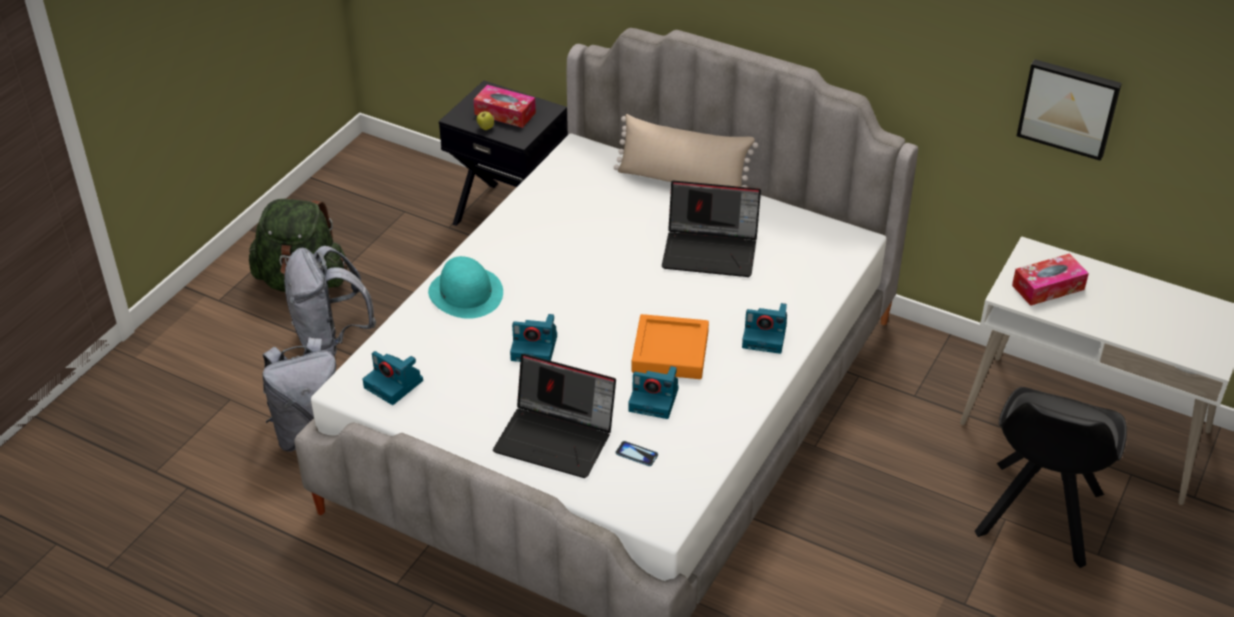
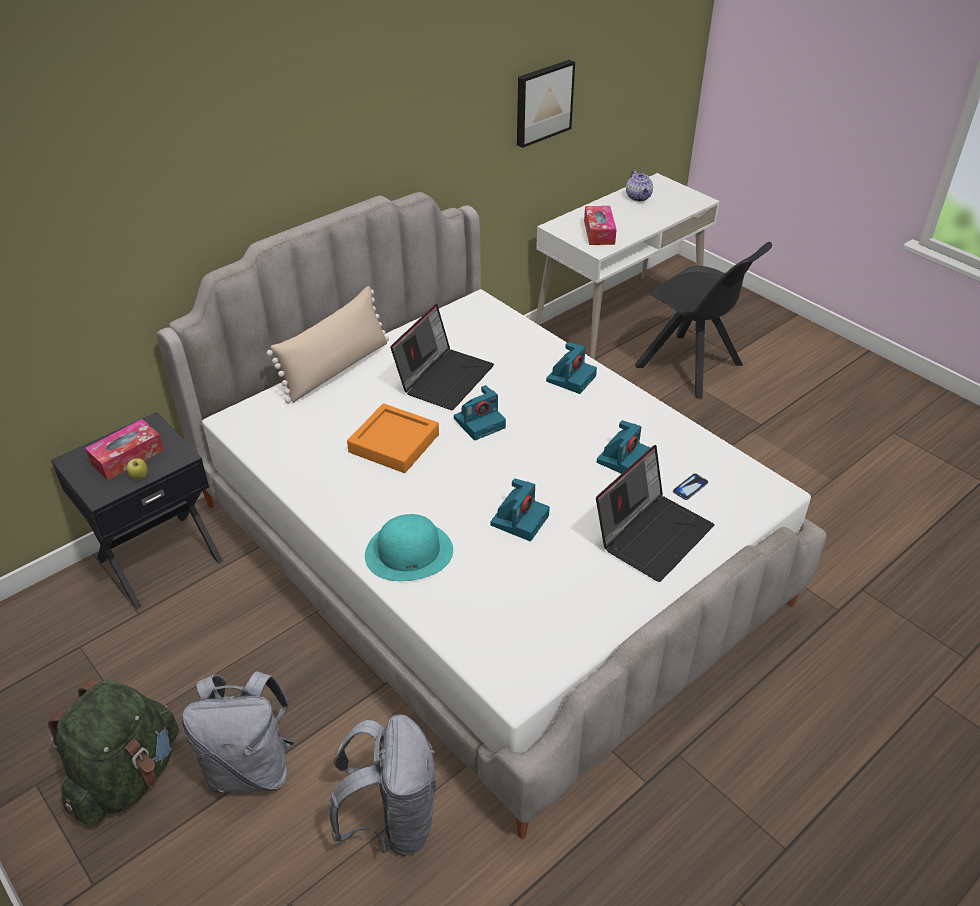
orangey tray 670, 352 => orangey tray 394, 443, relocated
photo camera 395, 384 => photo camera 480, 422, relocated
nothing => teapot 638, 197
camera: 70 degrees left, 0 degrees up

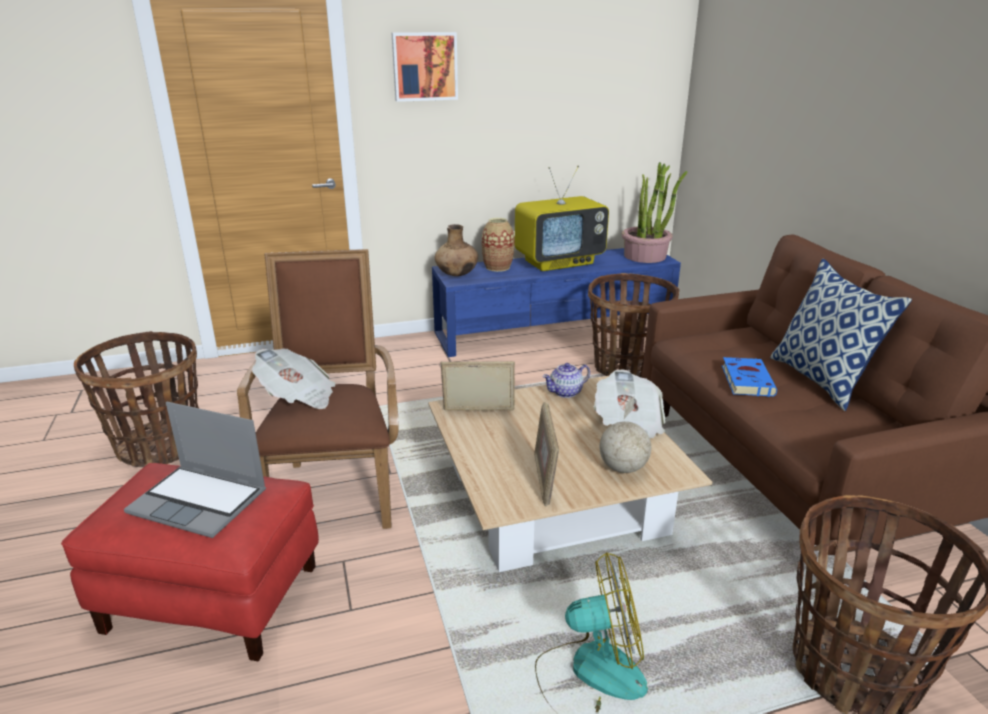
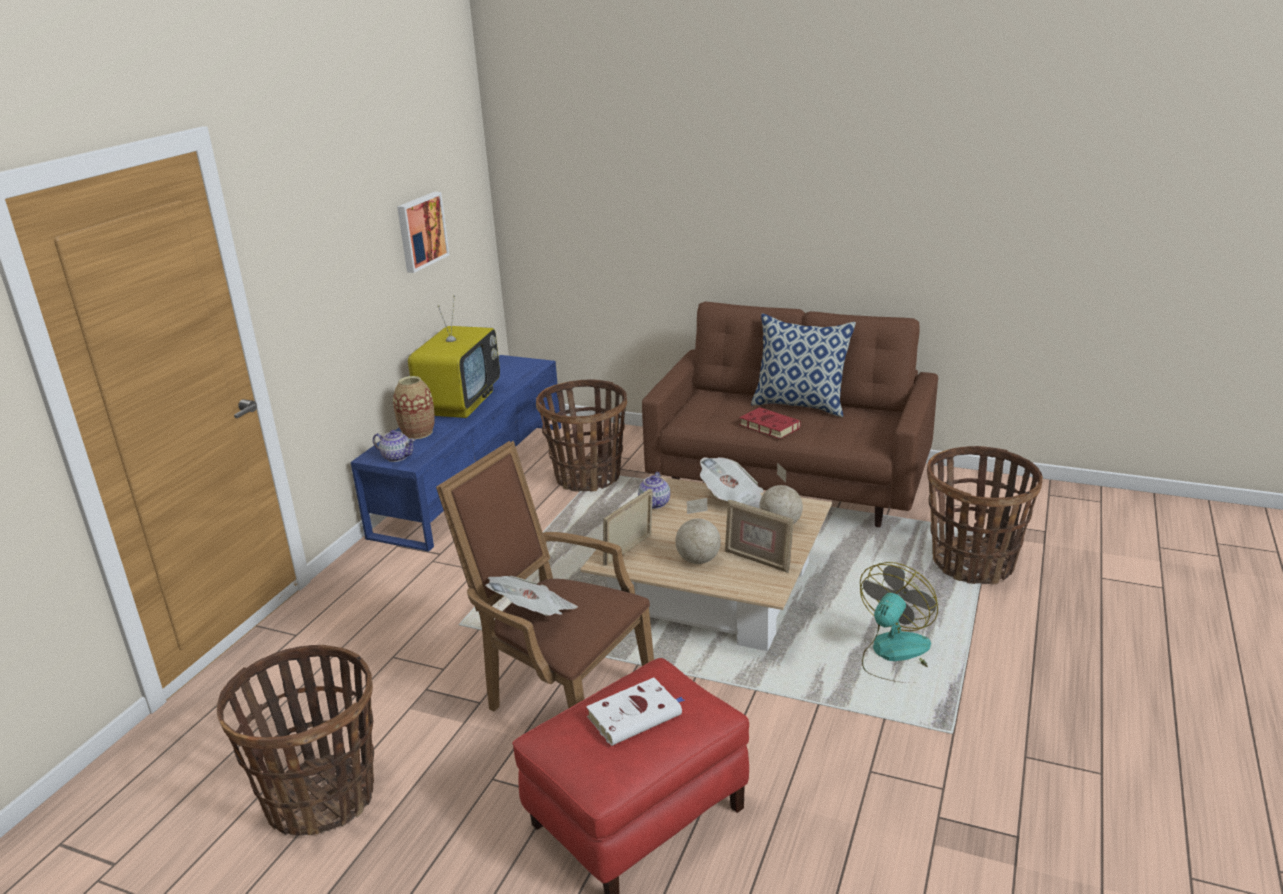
brown flower vase 457, 274 => teapot 396, 457
wall picture 424, 66 => wall picture 420, 231, relocated
laptop 201, 502 => whitish bound book 636, 715
nothing => world globe 699, 560
blue bound book 746, 380 => red-coloured bound book 768, 426
potted plant 645, 256 => nothing
camera: 50 degrees left, 0 degrees up

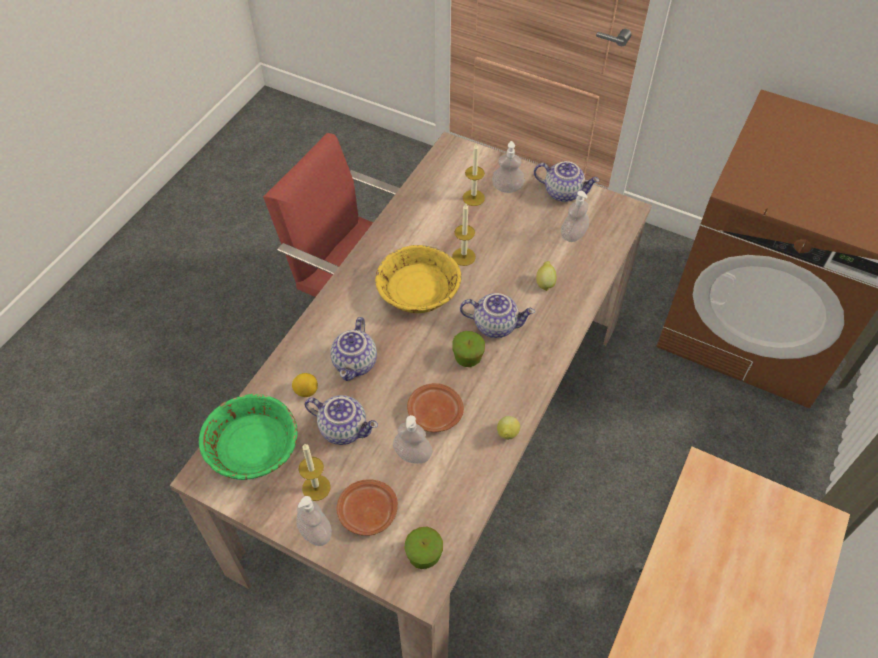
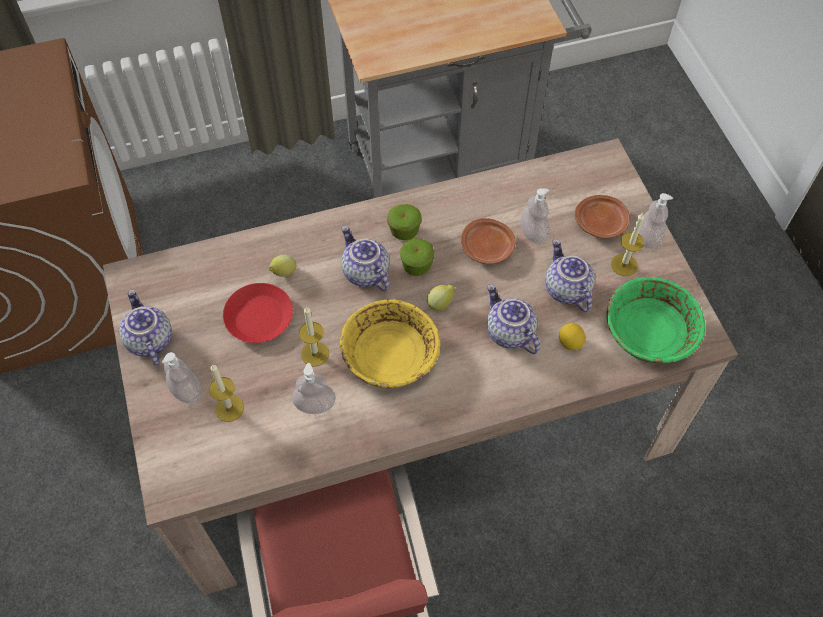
nothing => red-coloured flat dish 259, 316
liquid soap bottle 573, 235 => liquid soap bottle 315, 405, relocated
whole apple 424, 555 => whole apple 404, 231, relocated
citrus fruit 507, 435 => citrus fruit 440, 303, relocated
teapot 356, 364 => teapot 508, 333, 90 degrees counterclockwise
camera: 135 degrees left, 5 degrees up

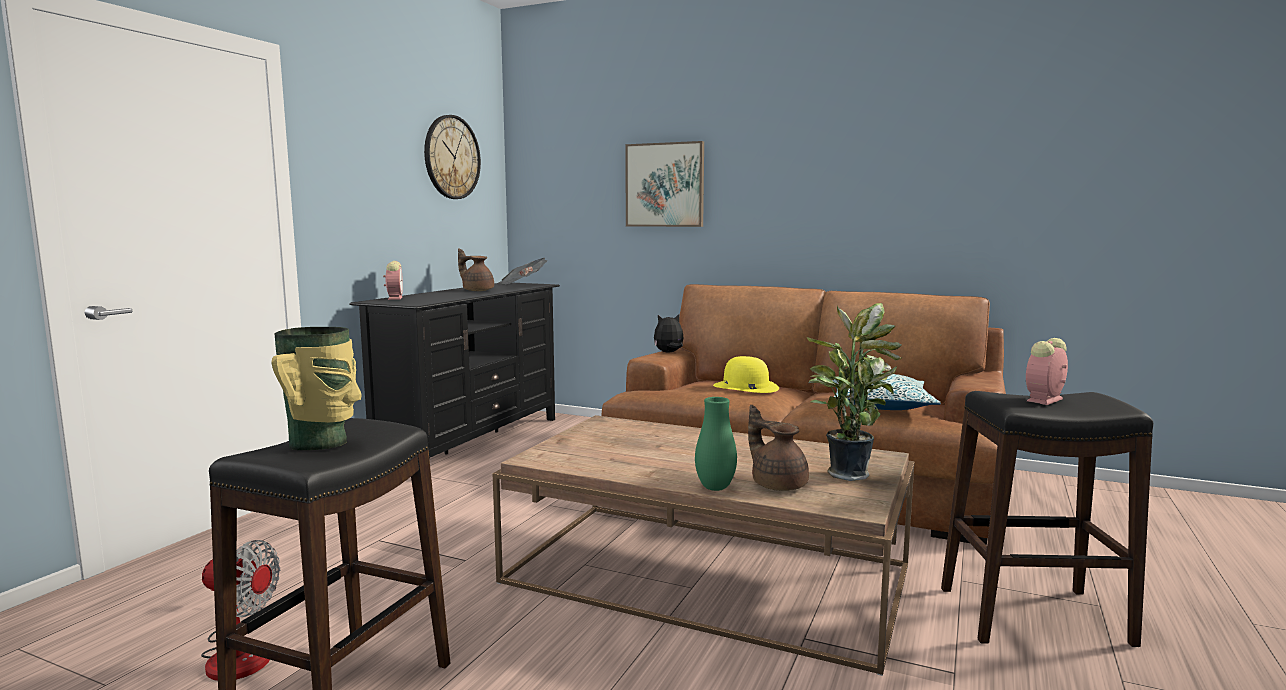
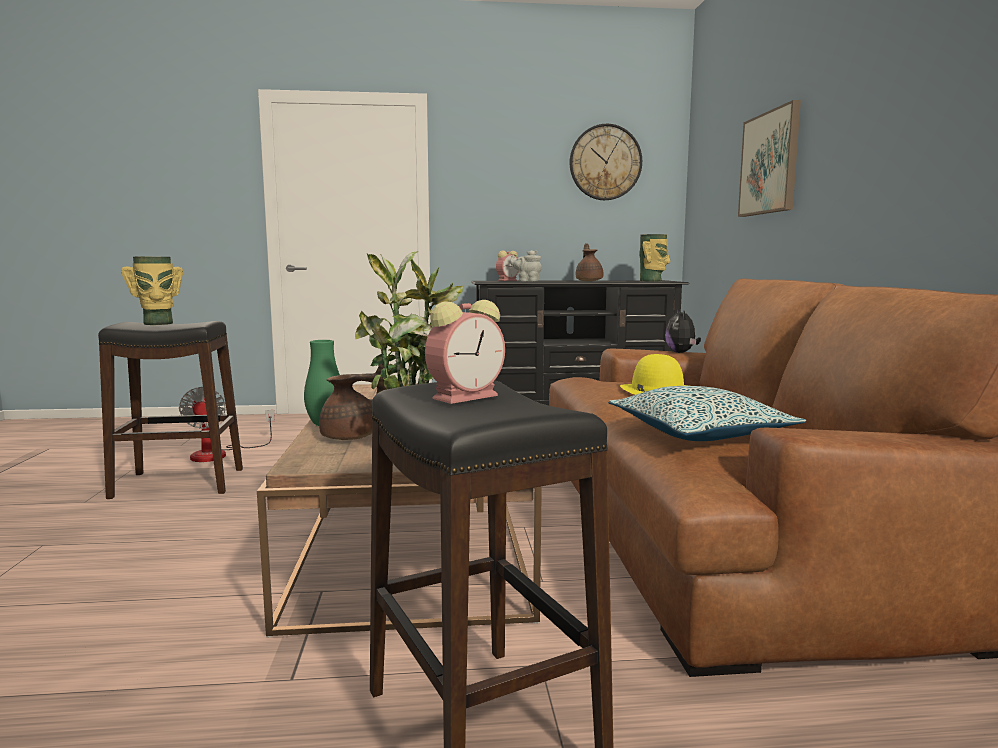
brown teapot 777, 484 => brown teapot 353, 437, 45 degrees clockwise
bedside clock 1044, 400 => bedside clock 467, 396, 120 degrees clockwise
nothing => gray teapot 527, 281
printed paper 522, 285 => flower vase 652, 281
plush toy 669, 352 => plush toy 681, 353, 135 degrees counterclockwise
camera: 60 degrees right, 0 degrees up

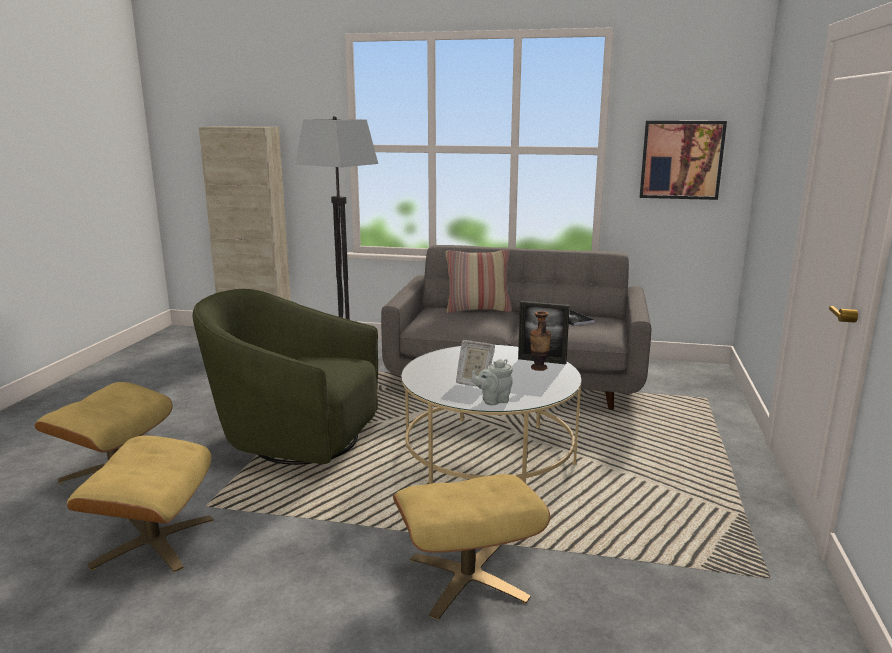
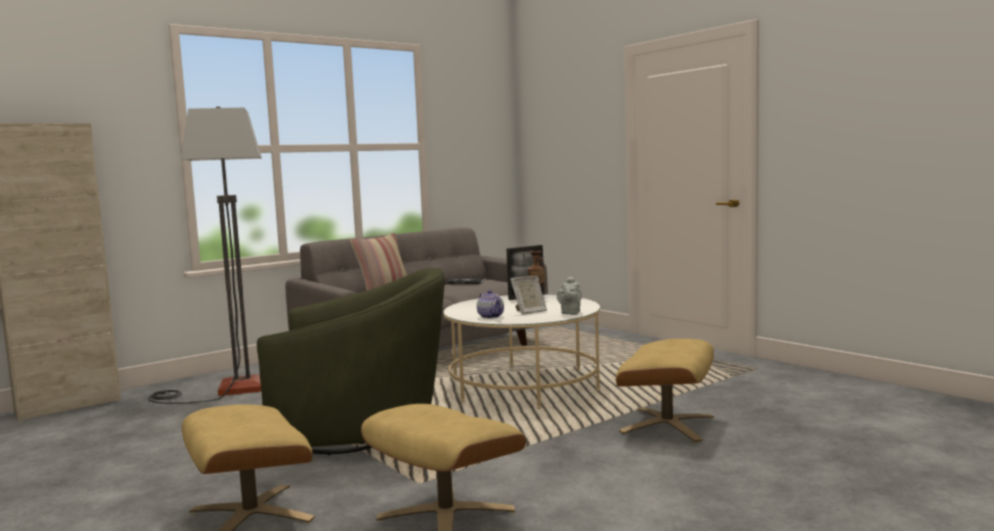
greenish lounge chair 294, 438 => greenish lounge chair 360, 432, 150 degrees counterclockwise
nothing => teapot 491, 316
wall picture 681, 160 => nothing
camera: 50 degrees left, 10 degrees down

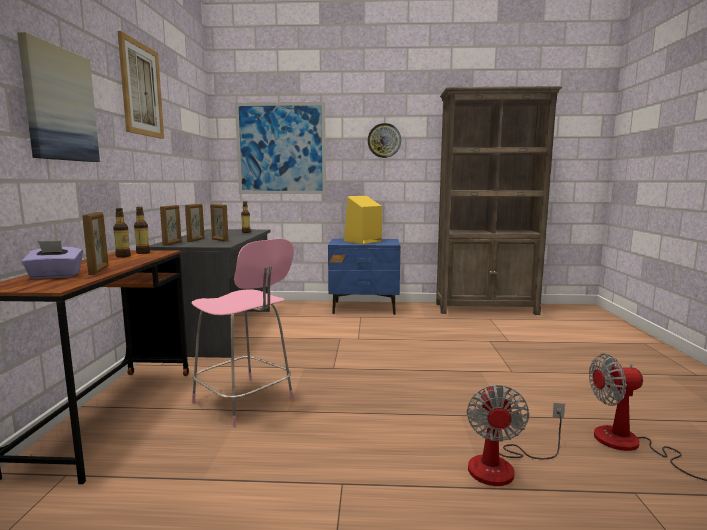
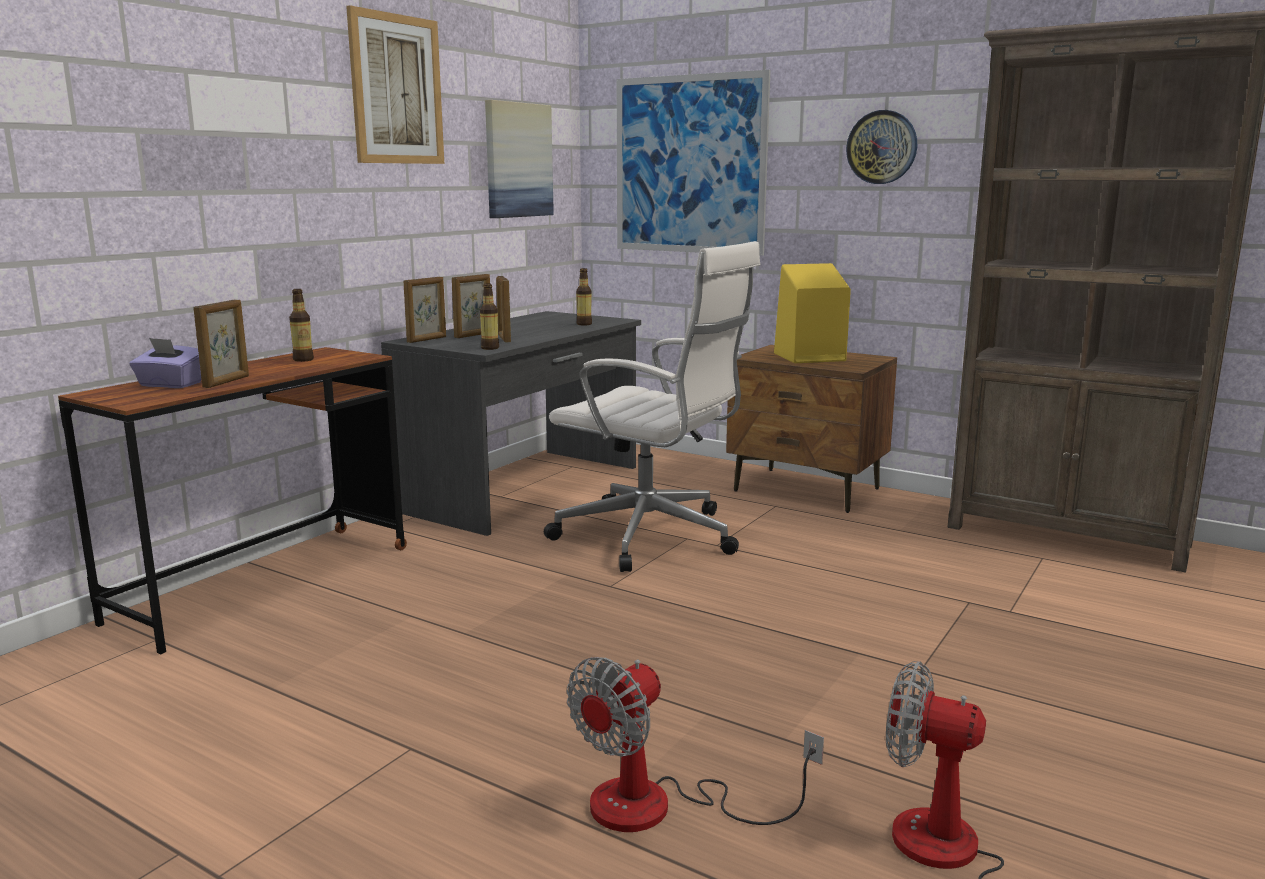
beverage bottle 143, 253 => beverage bottle 490, 348, relocated
wall picture 59, 104 => wall picture 518, 160, relocated
nothing => whitish computer chair 652, 537
blue bedside table 364, 308 => brown bedside table 807, 490
pinkish chair 245, 402 => nothing
camera: 30 degrees right, 5 degrees up

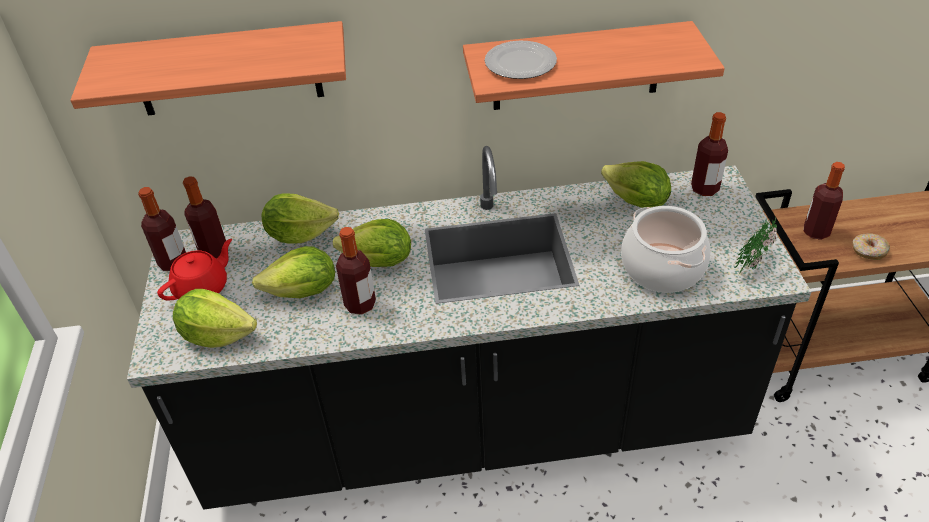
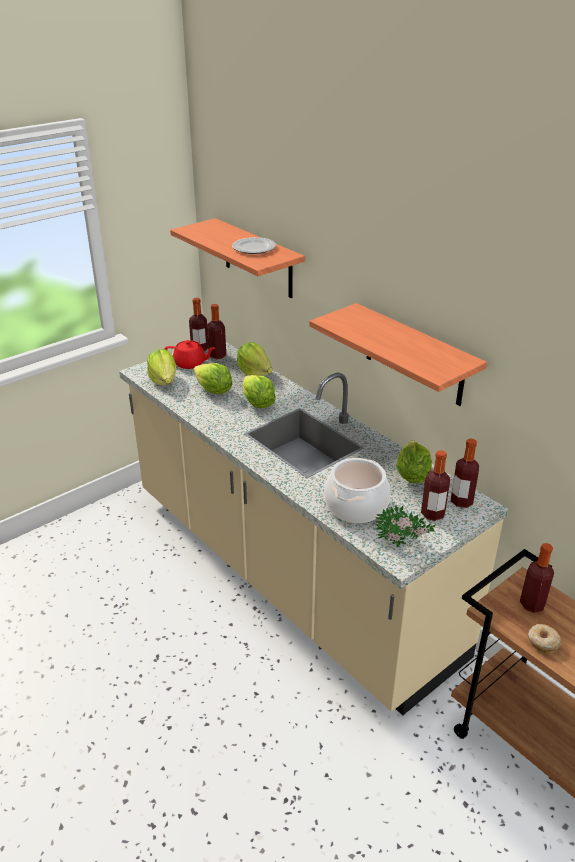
black-coloured counter 474, 426 => beige counter 287, 571
flat dish 519, 64 => flat dish 254, 248, relocated
beverage bottle 360, 304 => beverage bottle 432, 514, relocated
camera: 55 degrees right, 10 degrees down

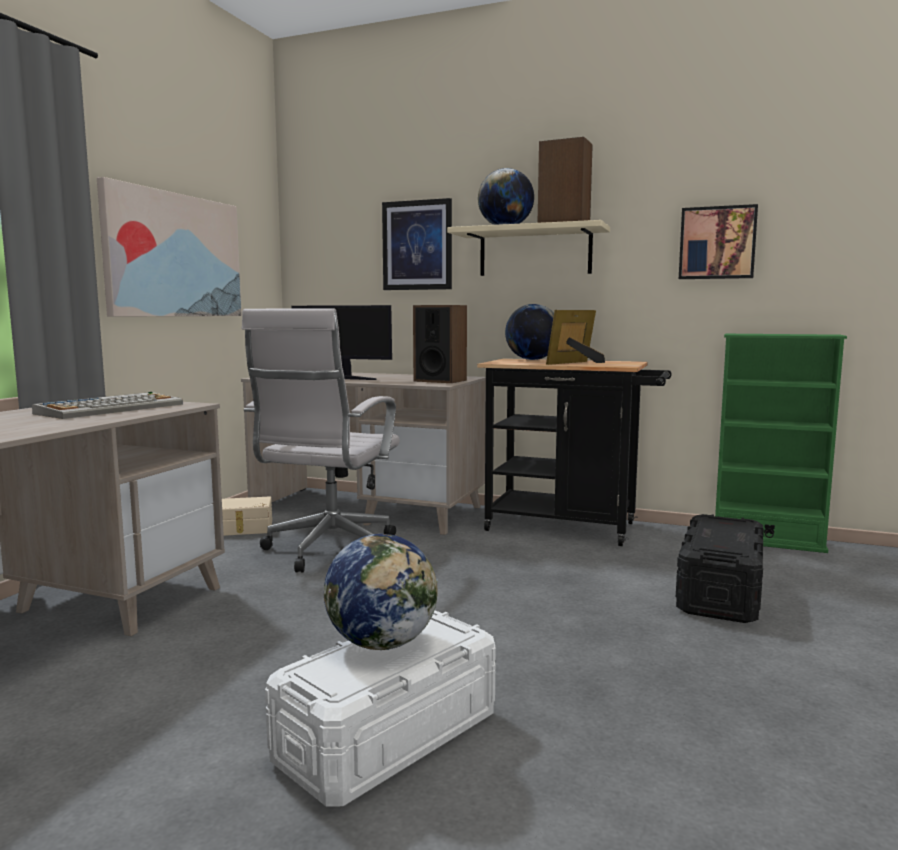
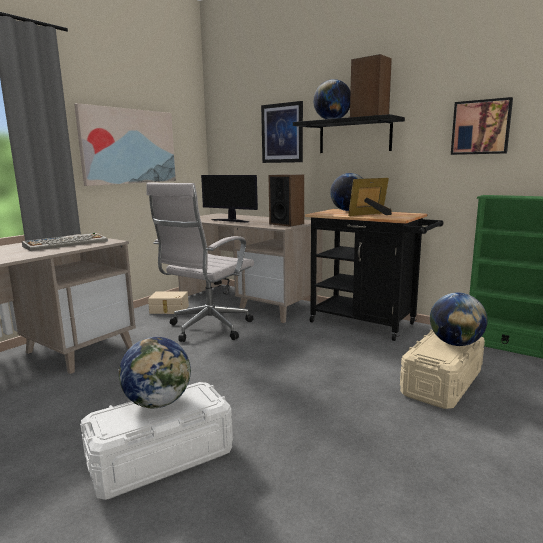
beige shelf 535, 252 => black-coloured shelf 354, 136
black-coloured storage box 720, 592 => beige storage box 442, 382
nothing => world globe 455, 343
camera: 15 degrees right, 5 degrees up

